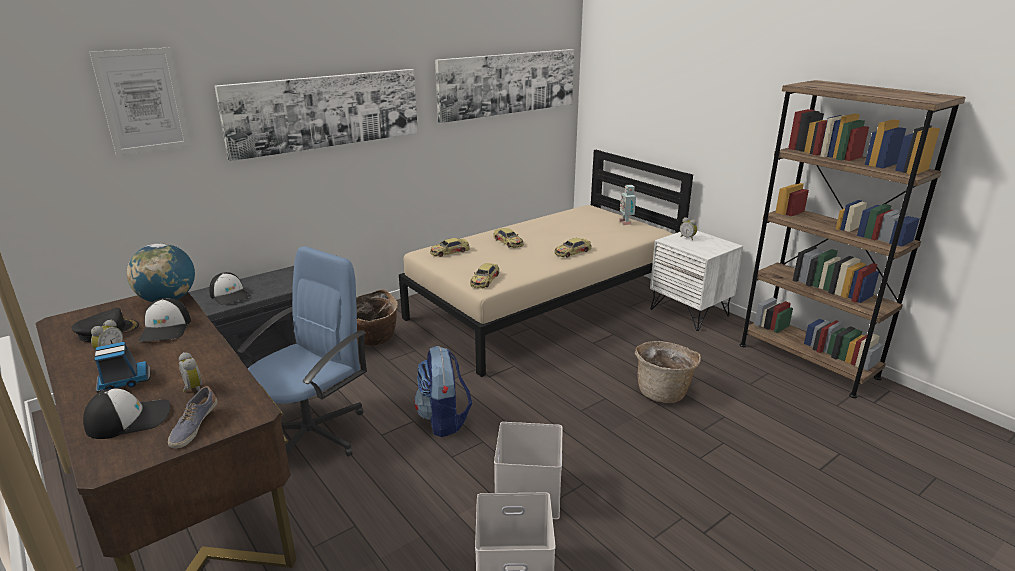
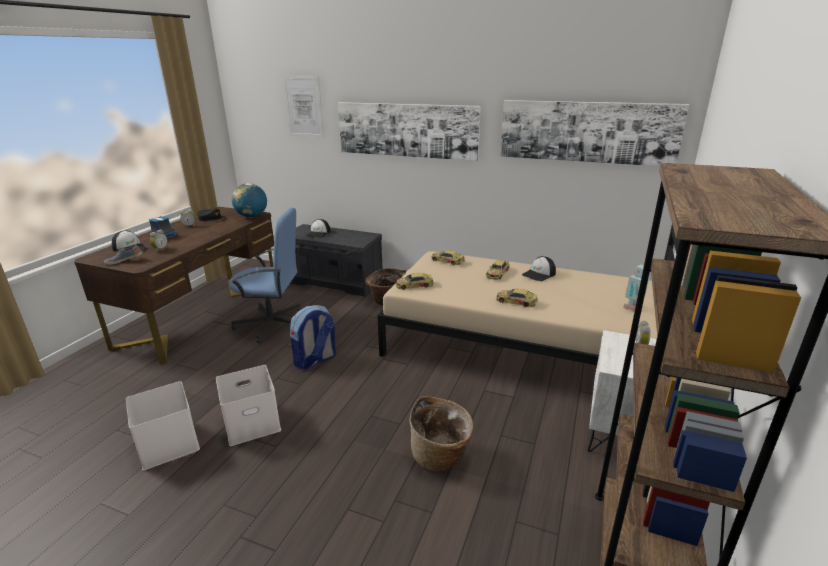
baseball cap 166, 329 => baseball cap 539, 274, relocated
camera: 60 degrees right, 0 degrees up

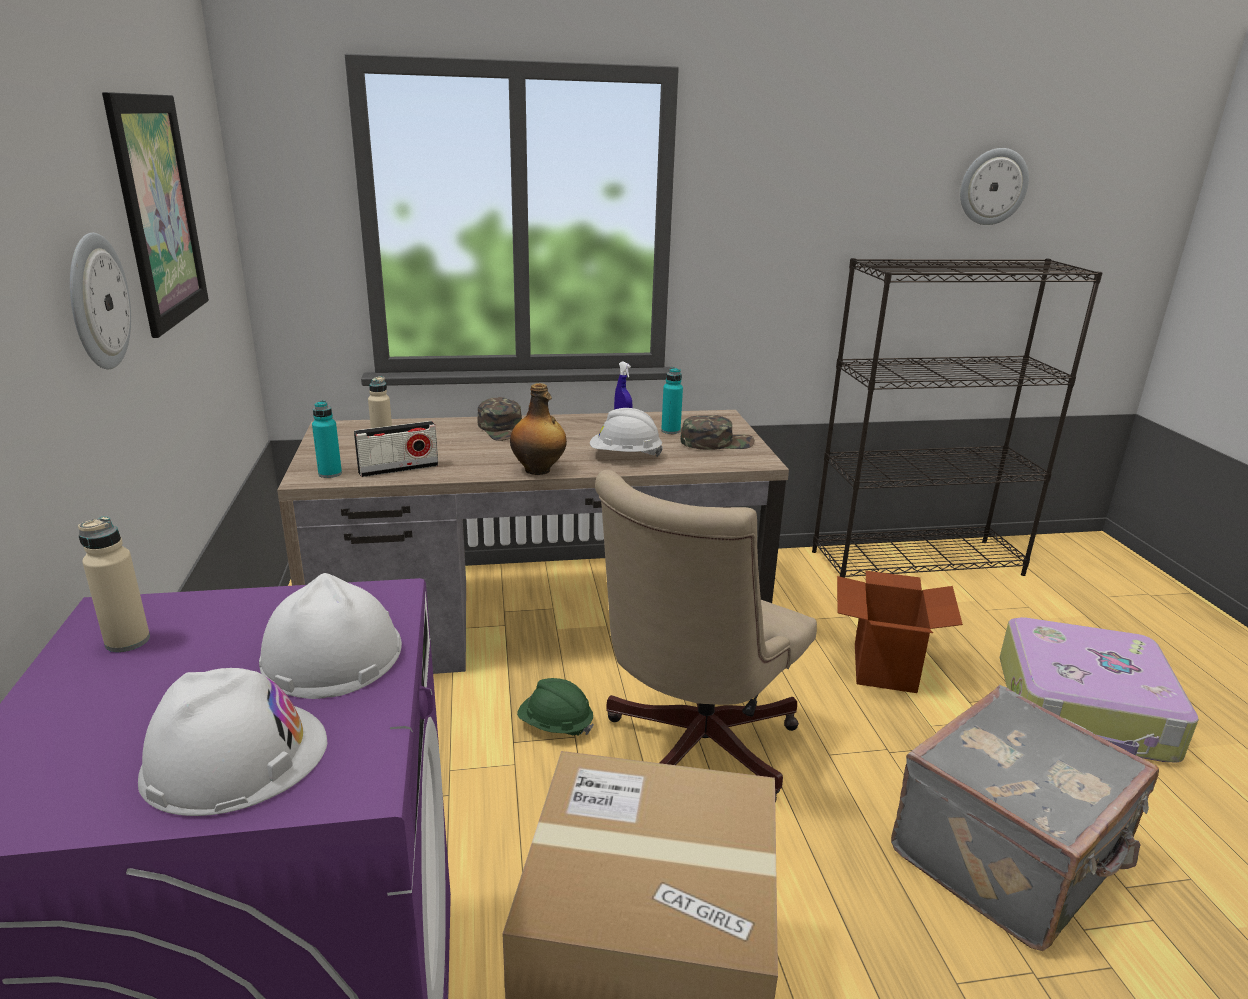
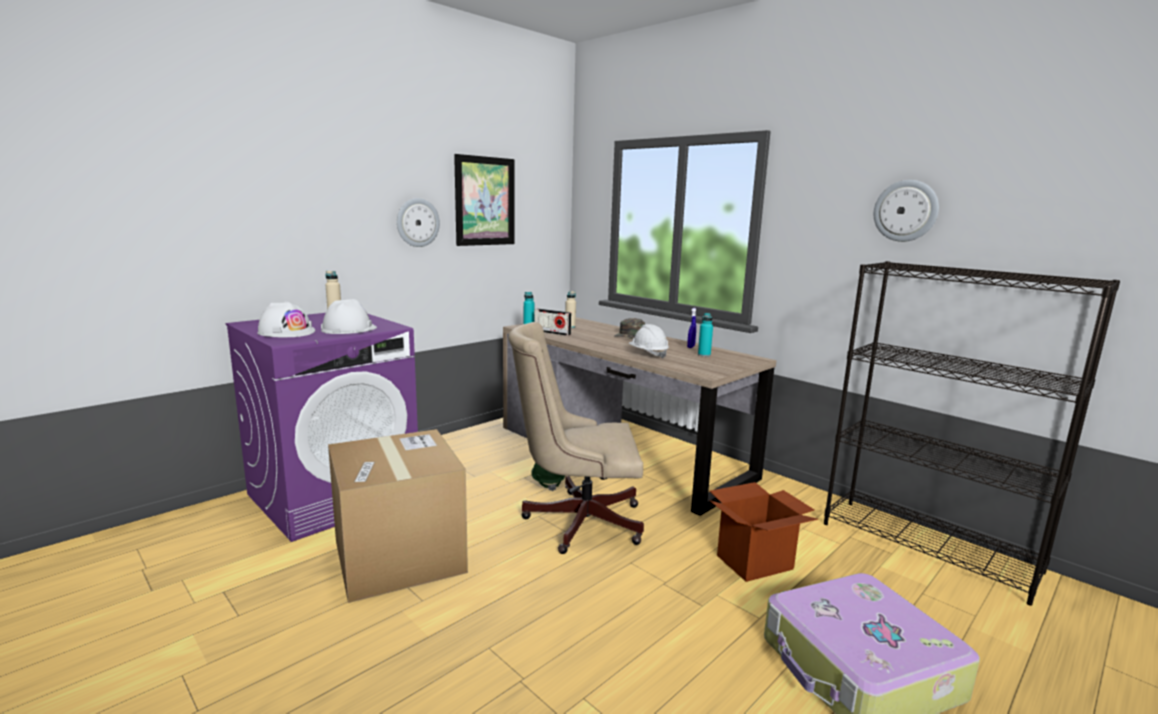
hanging clock 992, 186 => hanging clock 905, 211, relocated
beverage bottle 538, 470 => nothing
greenish baseball cap 716, 442 => nothing
gray suitcase 1010, 858 => nothing
camera: 55 degrees right, 10 degrees down

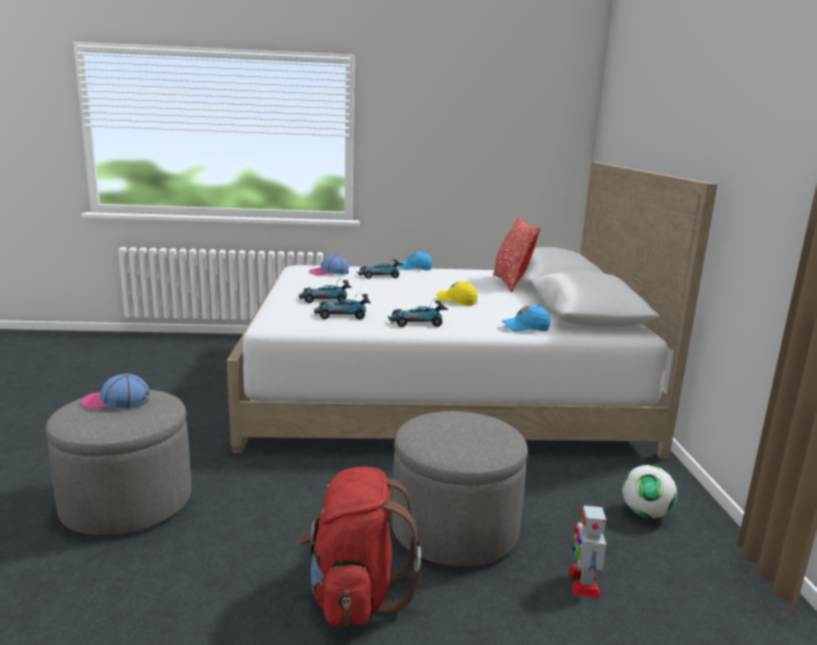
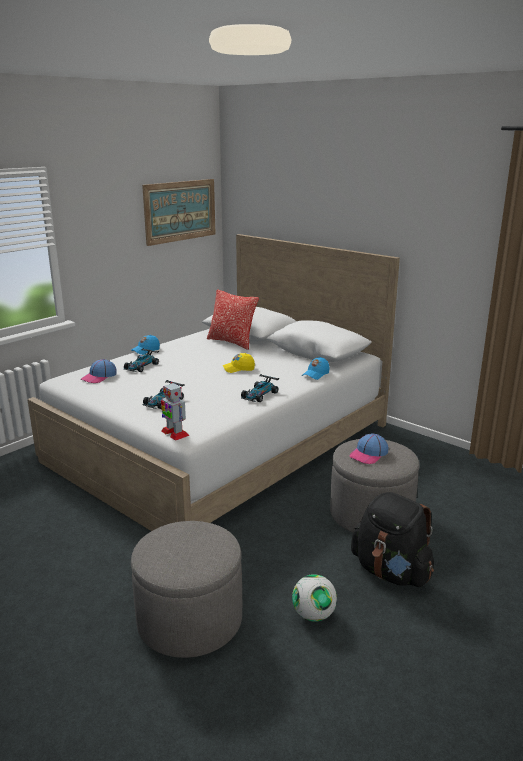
nothing => wall picture 180, 211
robot figure 584, 581 => robot figure 174, 433, relocated
ball for football 645, 513 => ball for football 313, 615, relocated
baseball cap 116, 401 => baseball cap 369, 454, relocated
red-coloured backpack 355, 594 => black-coloured backpack 391, 572
toy car 342, 315 => nothing
camera: 45 degrees left, 5 degrees up

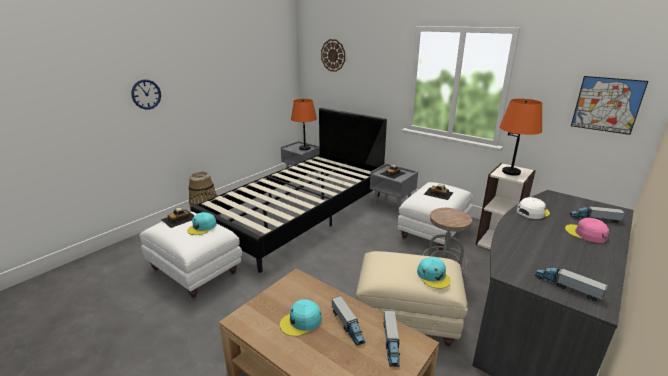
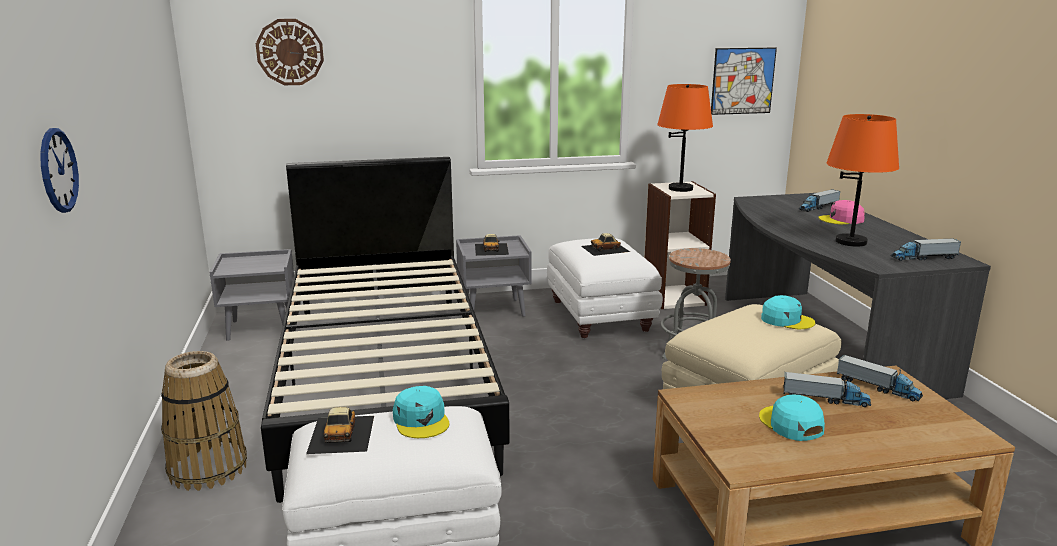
turquoise-coloured baseball cap 301, 321 => turquoise-coloured baseball cap 790, 424, 150 degrees clockwise
orangey table lamp 305, 148 => orangey table lamp 851, 242, relocated
whitish baseball cap 532, 212 => nothing
camera: 50 degrees left, 5 degrees down

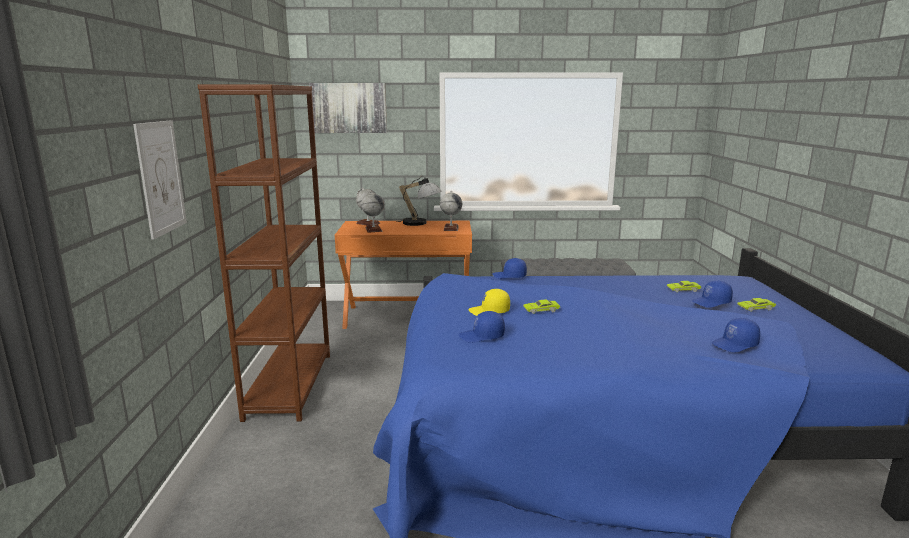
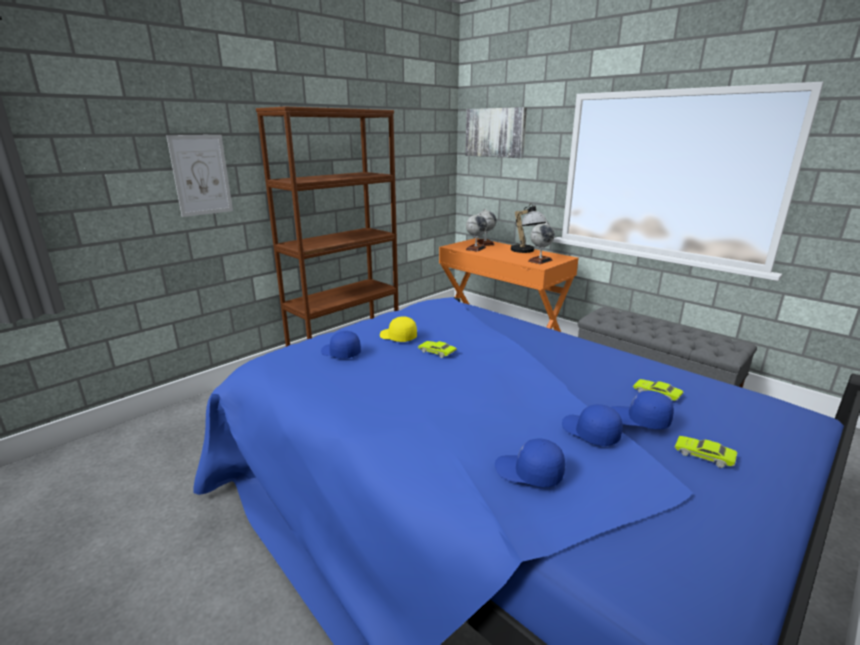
blue baseball cap 509, 276 => blue baseball cap 589, 433, relocated
camera: 45 degrees right, 5 degrees up

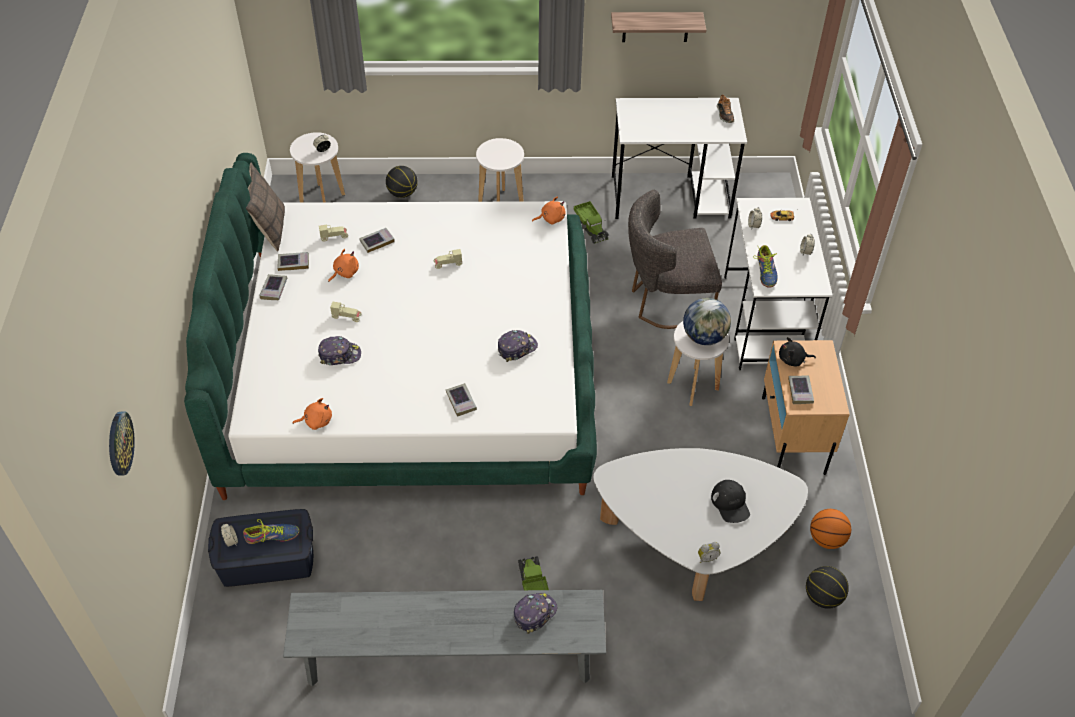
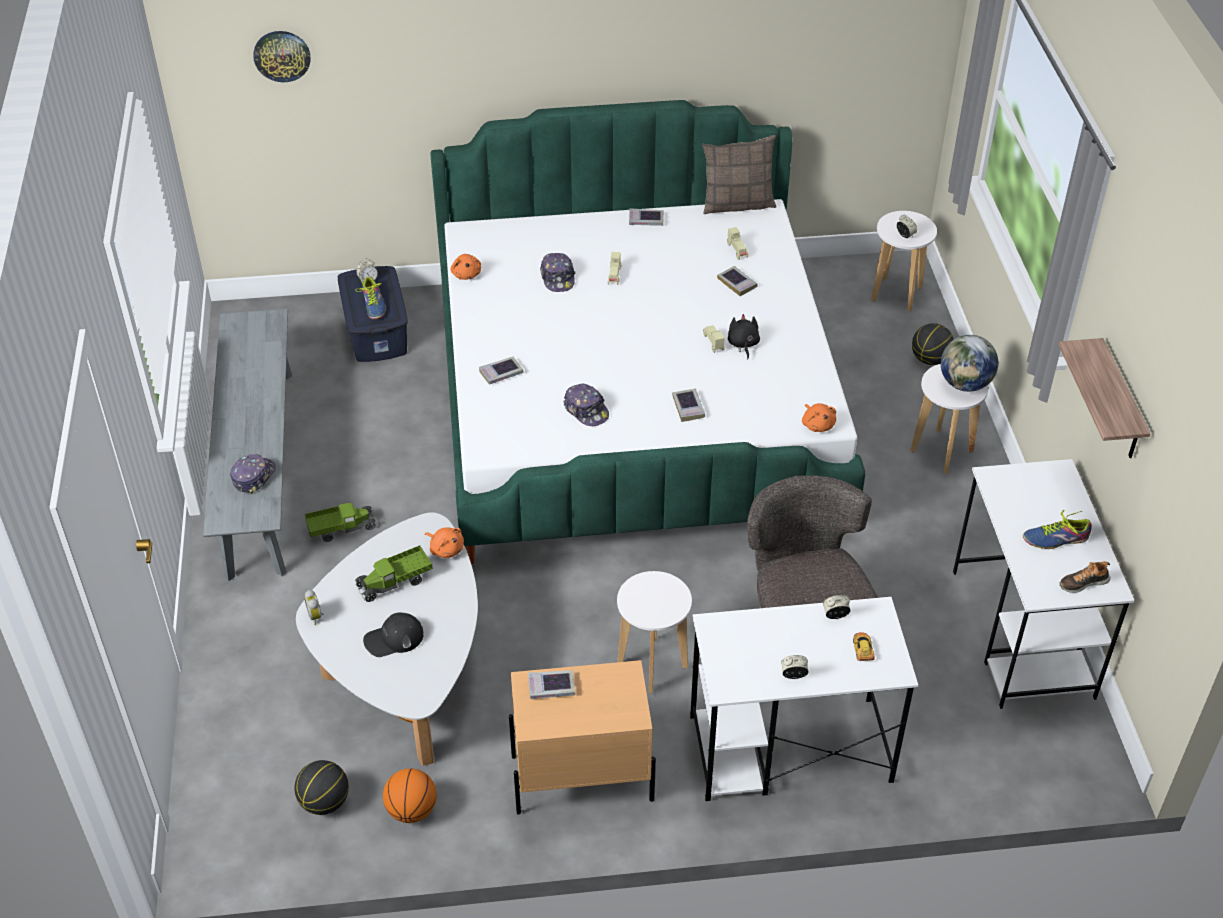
baseball cap 534, 613 => baseball cap 253, 477, 105 degrees counterclockwise
model truck 591, 228 => model truck 395, 582, relocated
orangey plush toy 345, 272 => orangey plush toy 446, 549, relocated
bound book 293, 263 => bound book 688, 407, relocated
black-coloured plush toy 793, 360 => black-coloured plush toy 743, 344, relocated
world globe 704, 337 => world globe 965, 384, relocated
low shoe 766, 271 => low shoe 1056, 539, relocated
camera: 85 degrees right, 5 degrees down

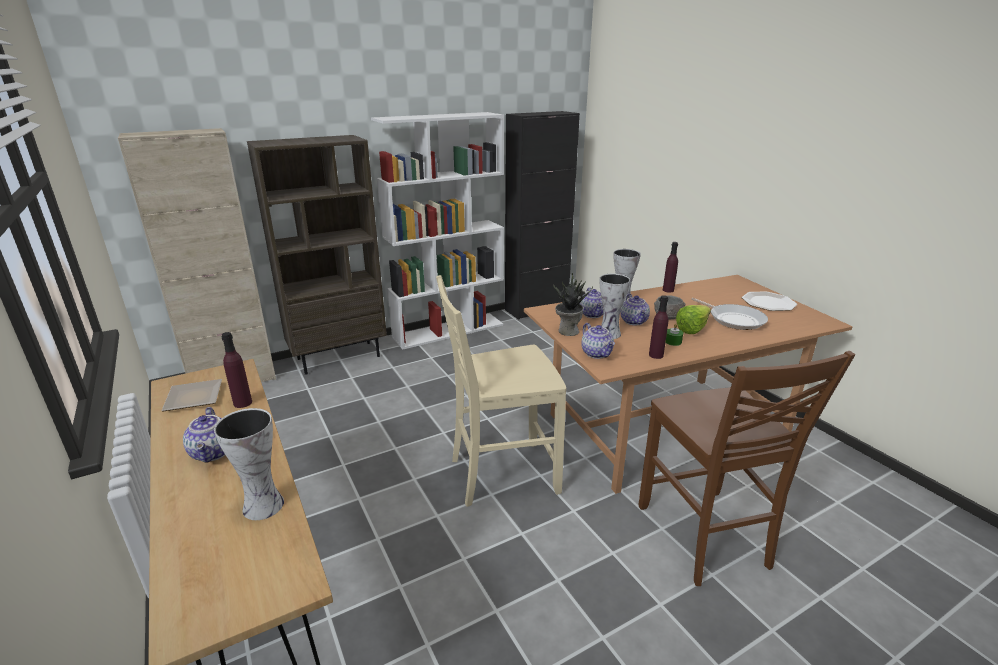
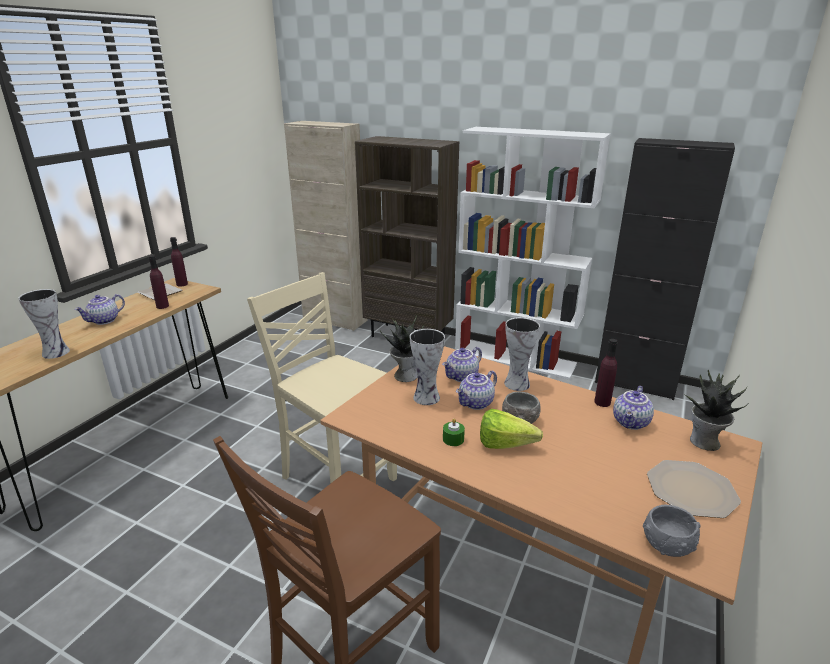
purple-coloured beverage bottle 656, 355 => purple-coloured beverage bottle 182, 284, relocated
teapot 597, 353 => teapot 631, 423, relocated
nothing => gray serving bowl 667, 544
nothing => potted plant 704, 442
frying pan 734, 319 => nothing
camera: 55 degrees right, 0 degrees up

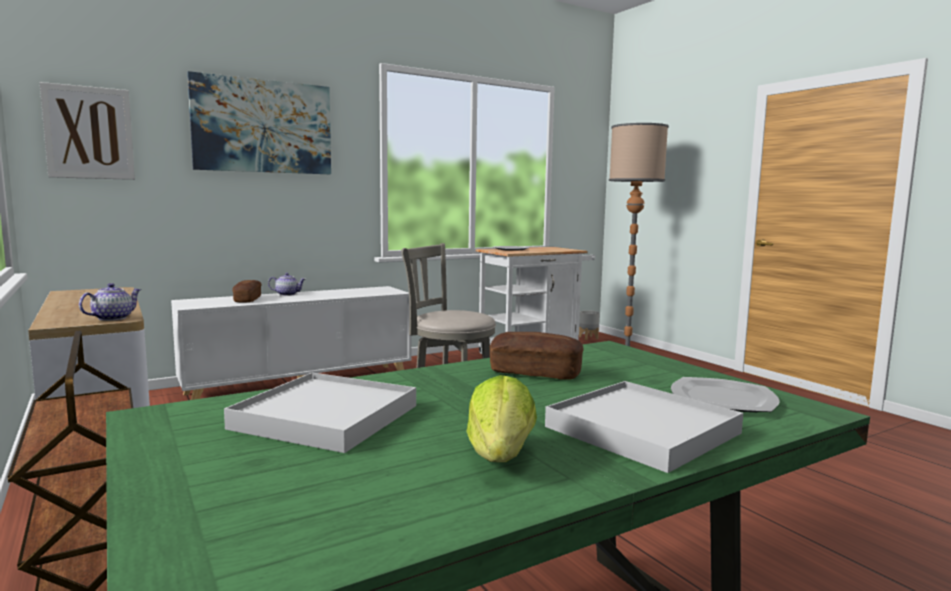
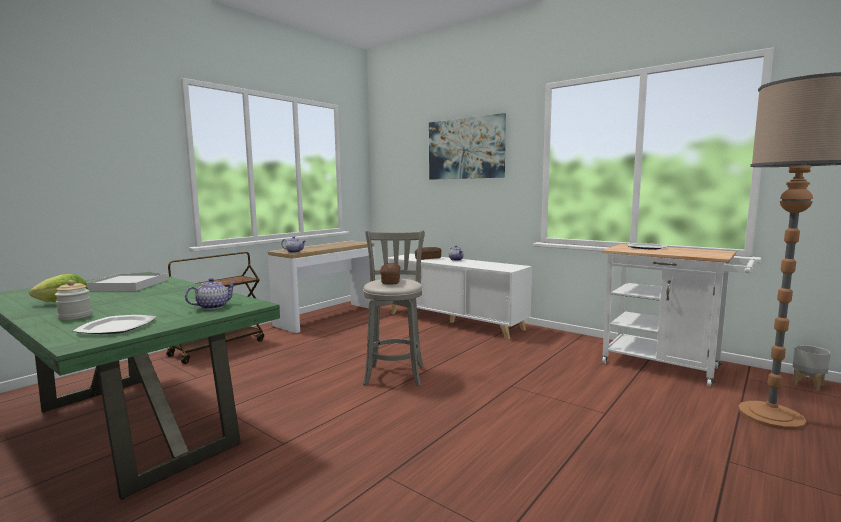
whitish tray 642, 430 => jar 75, 316
nothing => teapot 213, 306
baked bread 535, 373 => baked bread 390, 281, relocated
wall picture 89, 133 => nothing
camera: 70 degrees right, 0 degrees up

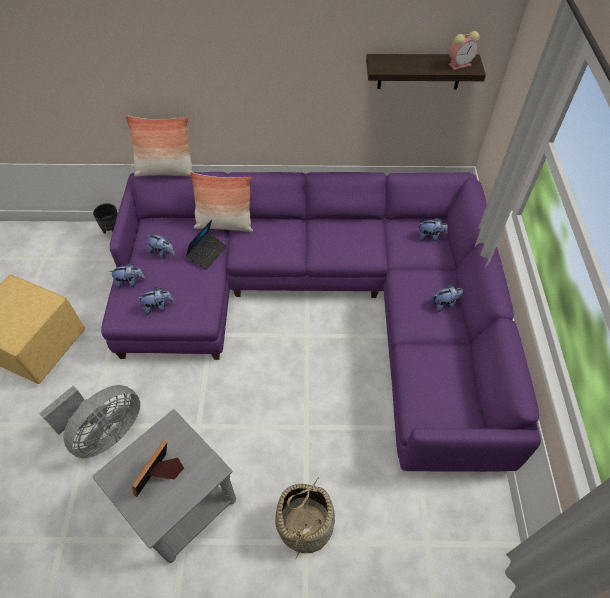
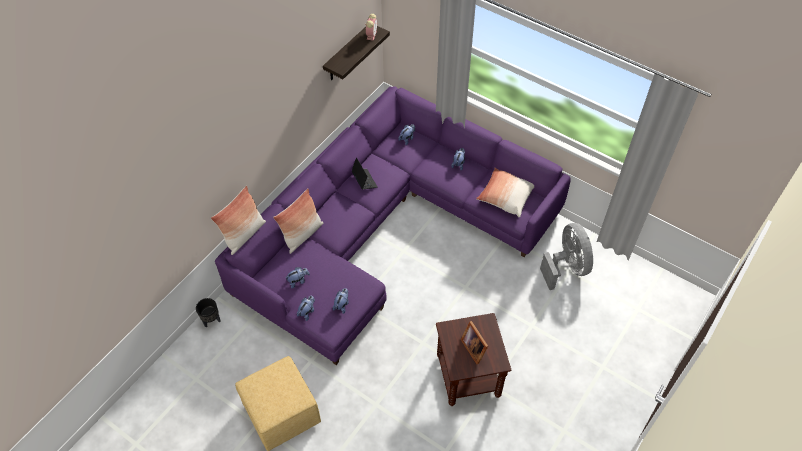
laptop 207, 253 => laptop 364, 180, relocated
gray side table 182, 505 => brown side table 469, 376
nothing => pillow 505, 197
gray fan 106, 433 => gray fan 566, 267, relocated
storage basket 305, 524 => nothing
camera: 55 degrees left, 0 degrees up

